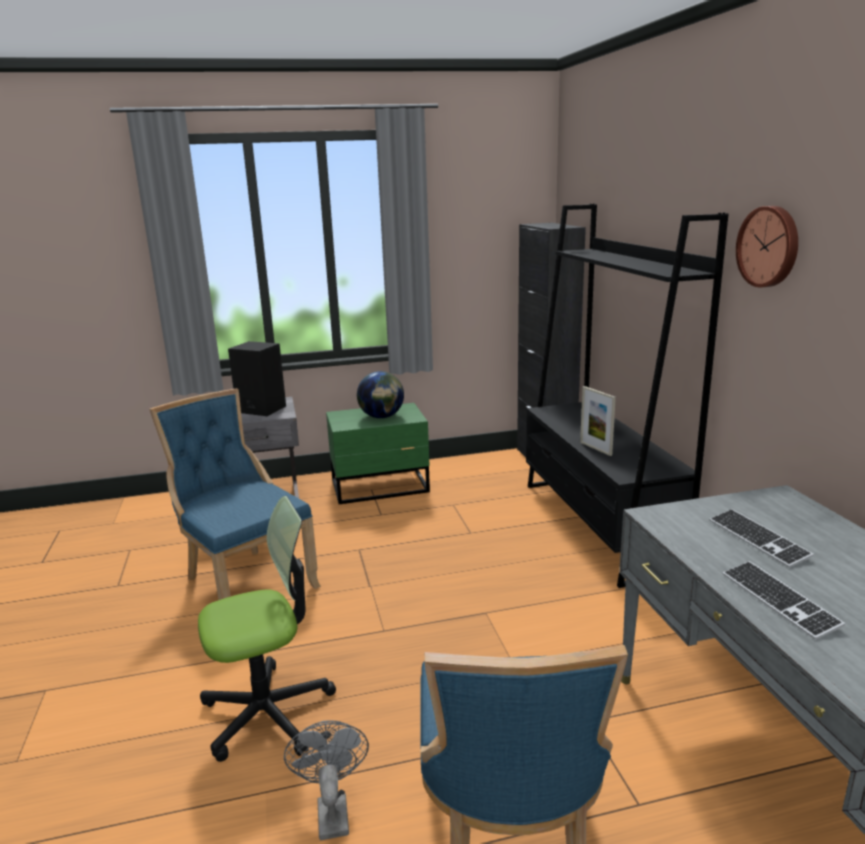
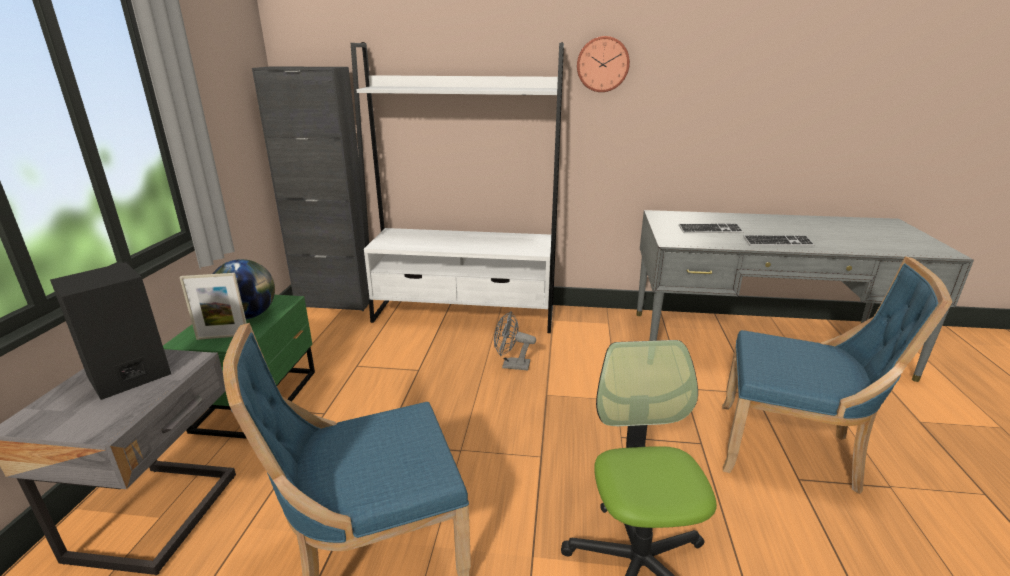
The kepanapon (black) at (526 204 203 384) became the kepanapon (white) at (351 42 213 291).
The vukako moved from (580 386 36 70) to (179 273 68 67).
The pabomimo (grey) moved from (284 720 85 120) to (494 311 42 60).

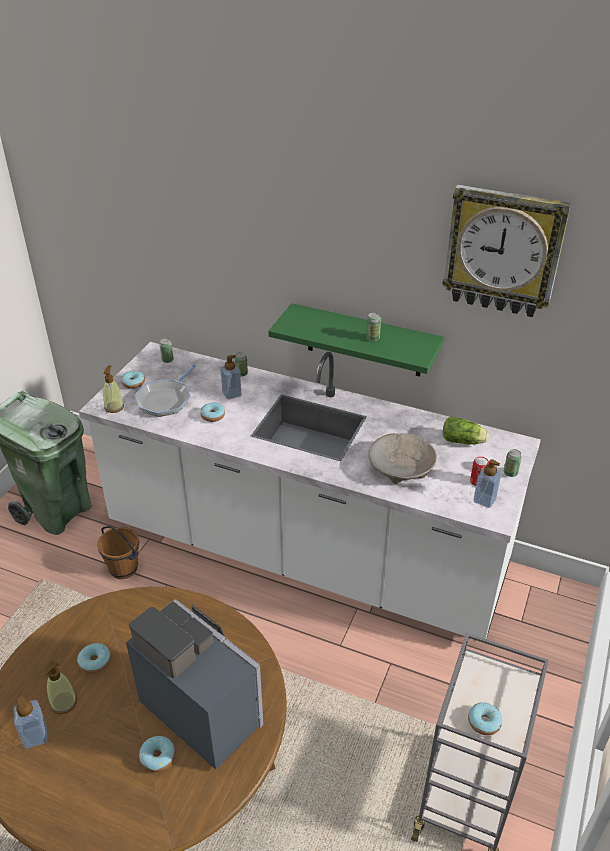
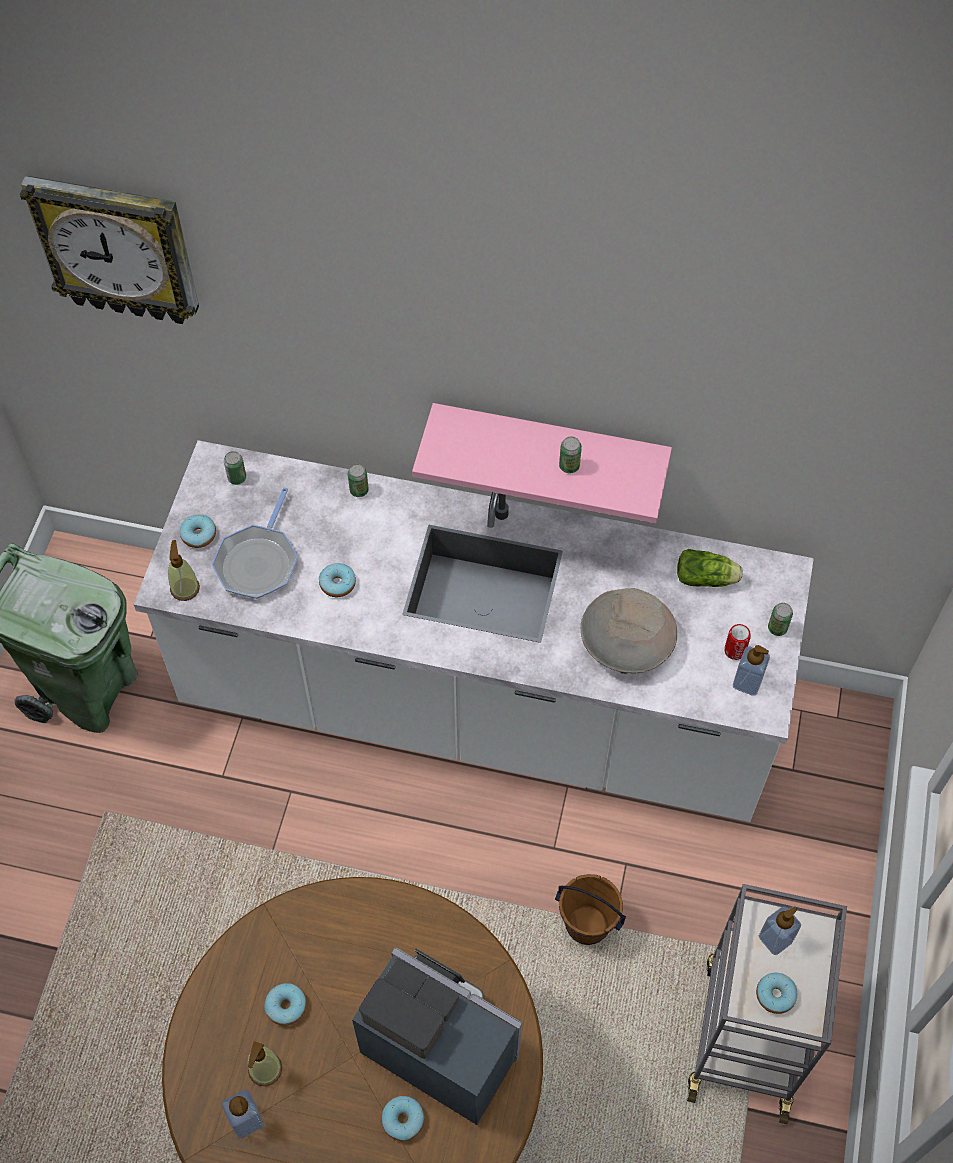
The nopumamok moved from (442 184 129 133) to (20 176 179 148).
The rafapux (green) at (268 303 176 74) became the rafapux (pink) at (412 403 260 120).
The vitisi moved from (220 355 21 44) to (759 906 42 49).
The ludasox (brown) moved from (97 526 42 53) to (555 874 71 71).

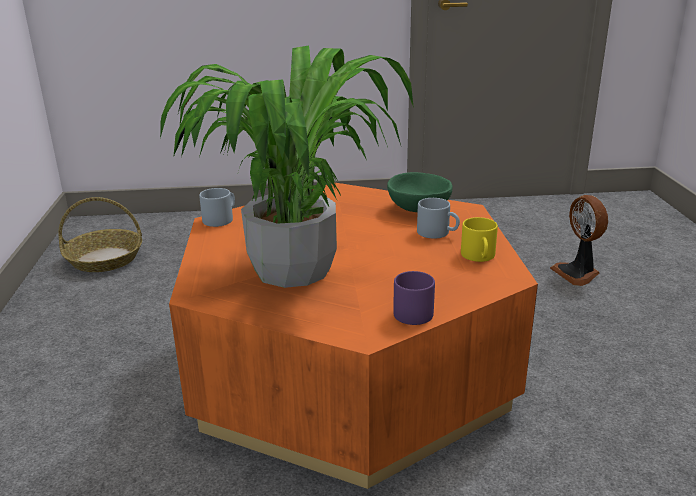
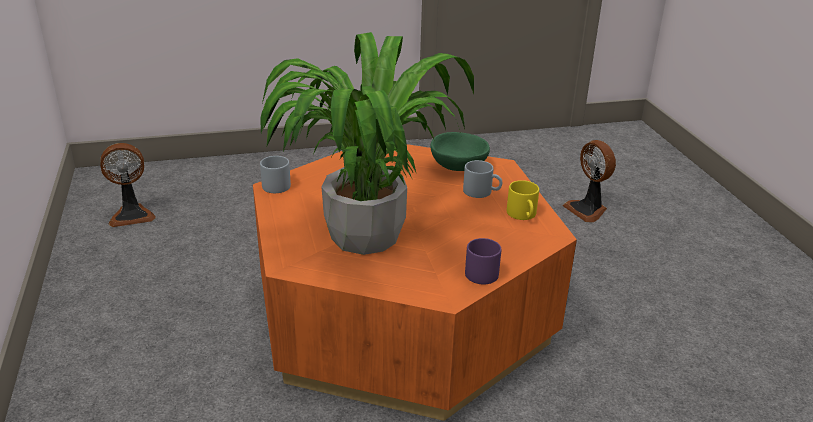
The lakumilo at (58 197 84 75) was replaced by the pabomimo at (100 143 56 84).

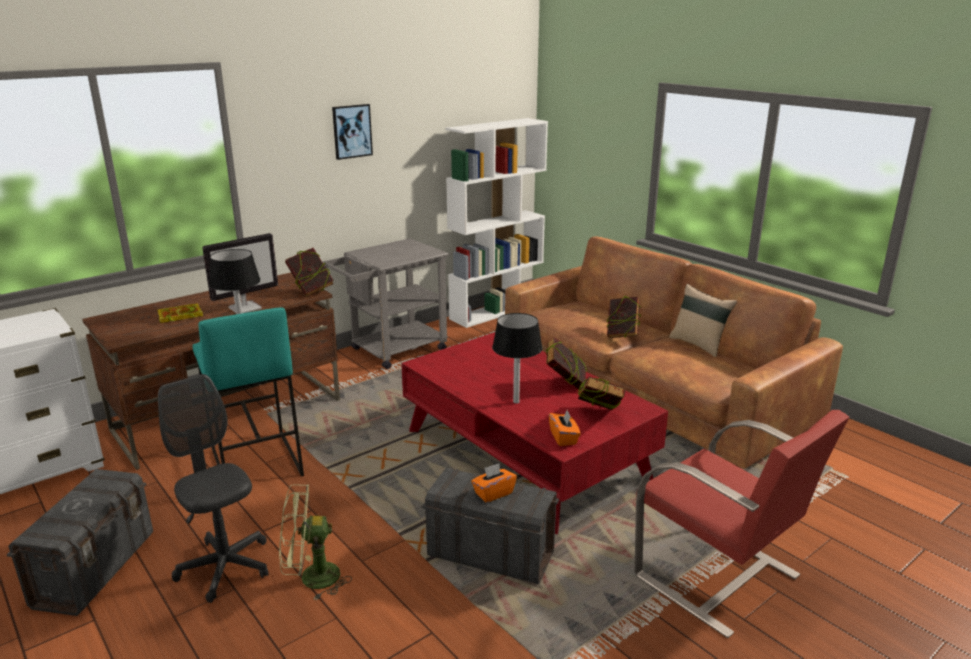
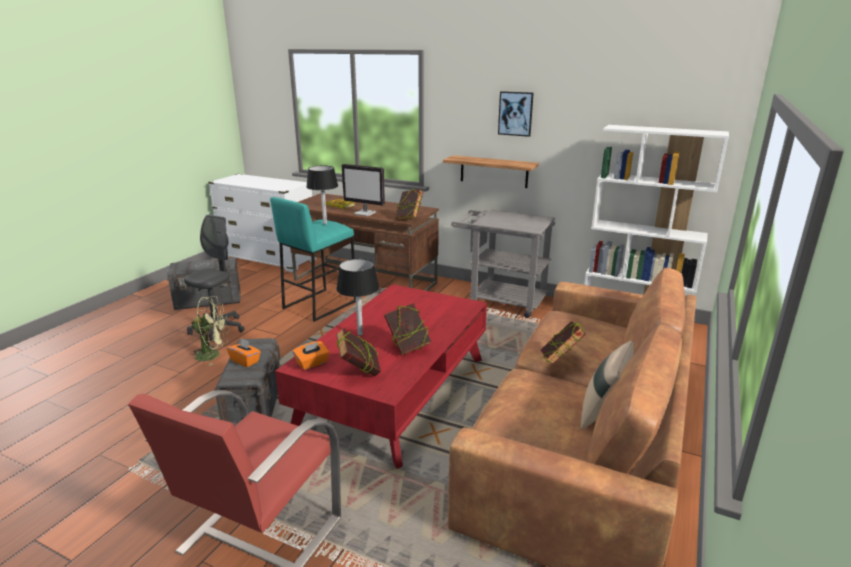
The pabomimo (green) at (279 484 73 116) turned 120 degrees clockwise.
The rafapux at (443 155 96 33) appeared.

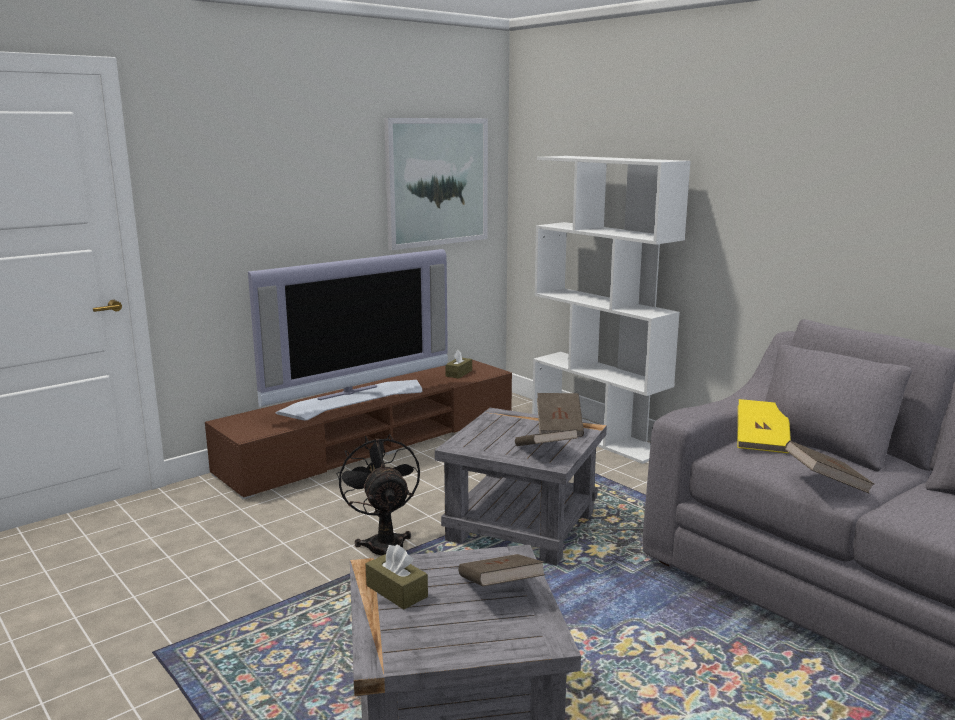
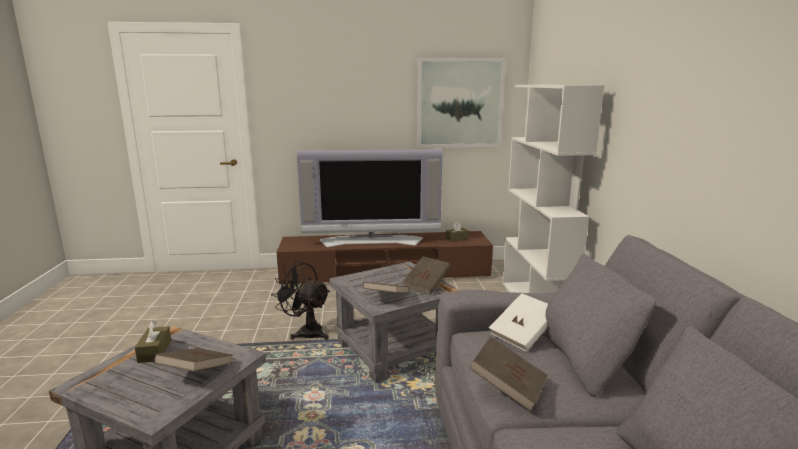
The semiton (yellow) at (738 399 53 54) became the semiton (white) at (489 293 59 59).
The pabomimo (black) at (337 434 83 122) turned 75 degrees counterclockwise.

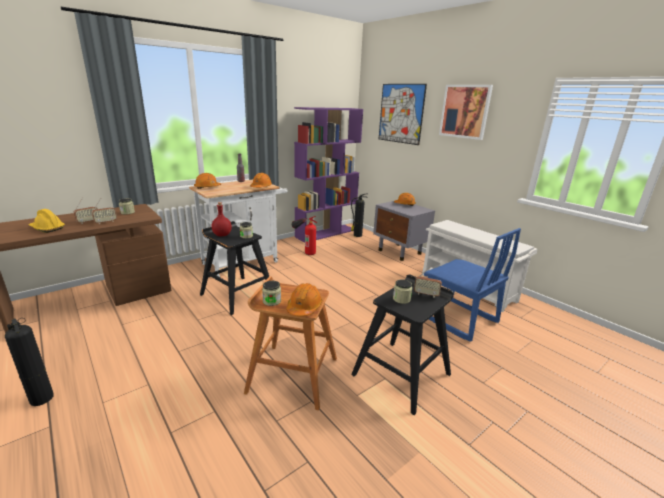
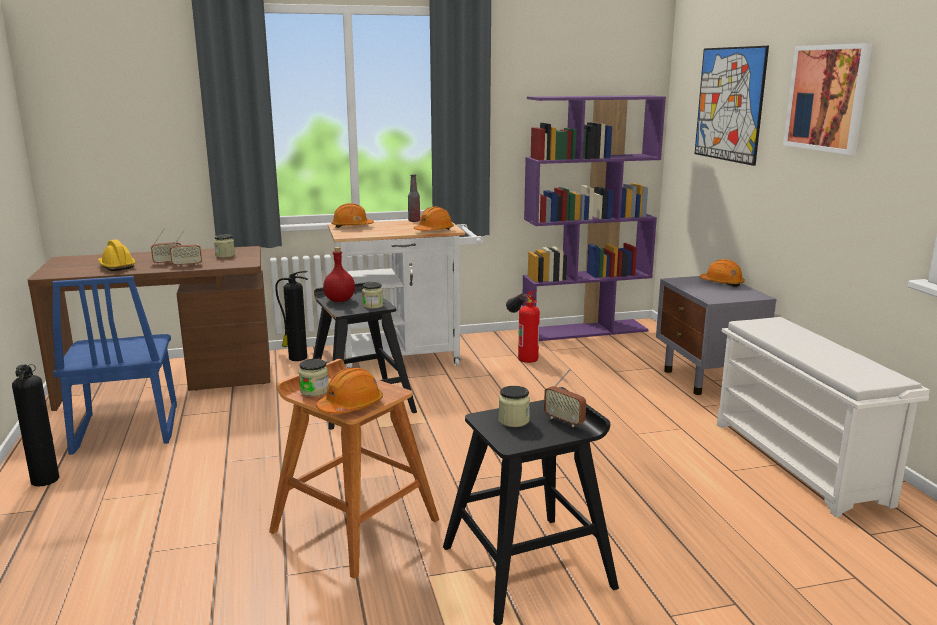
The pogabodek moved from (351 193 17 44) to (275 271 33 90).
The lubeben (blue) moved from (424 228 97 114) to (52 276 125 179).

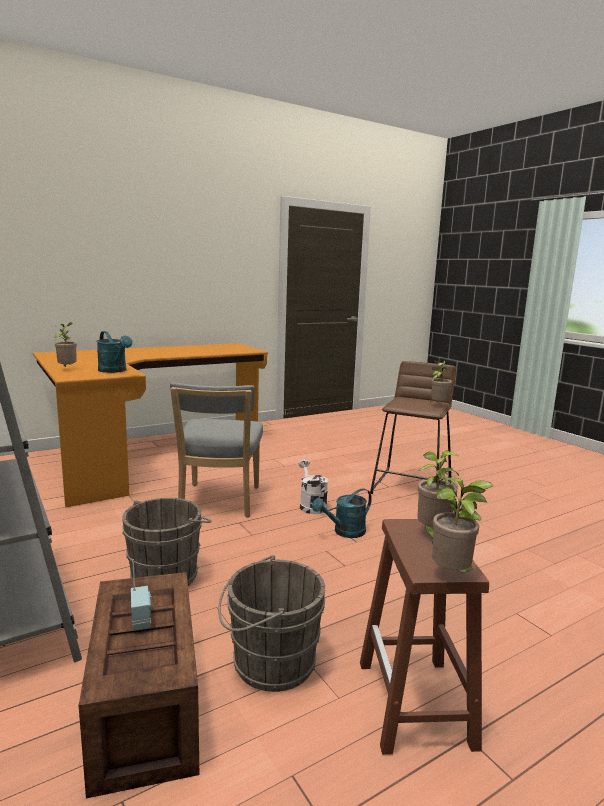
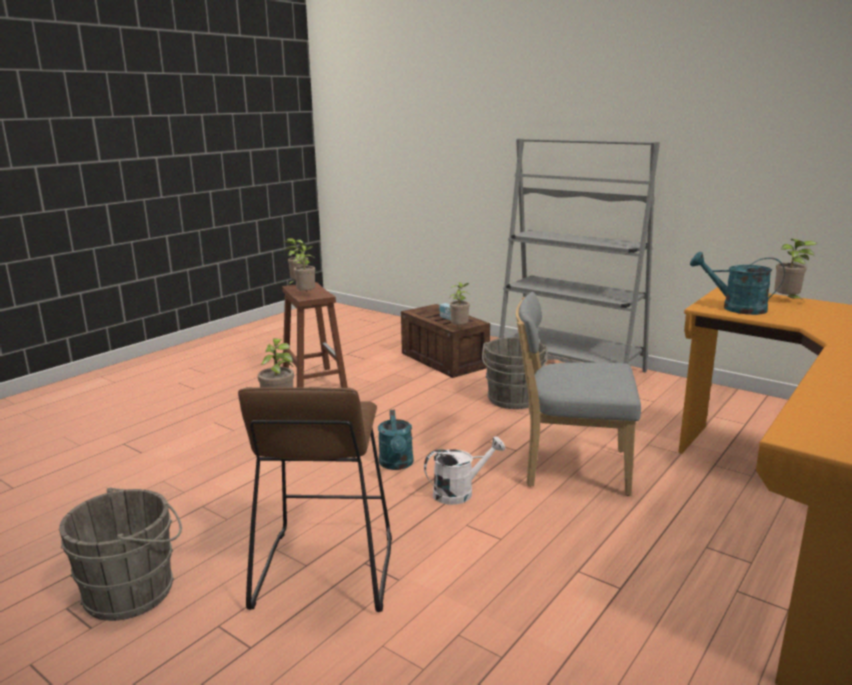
The lubeben (grey) at (170 382 93 136) turned 60 degrees counterclockwise.
The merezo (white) at (298 459 30 55) turned 75 degrees counterclockwise.
The merezo (turquoise) at (312 488 60 50) turned 135 degrees clockwise.
The ludasox (grey) moved from (218 555 107 137) to (59 487 123 134).
The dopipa at (449 282 21 43) appeared.

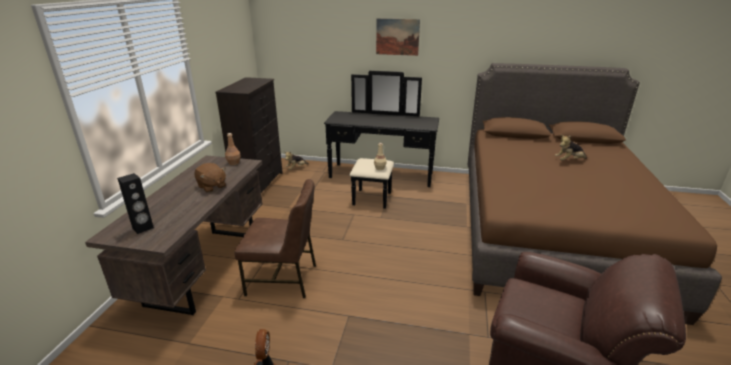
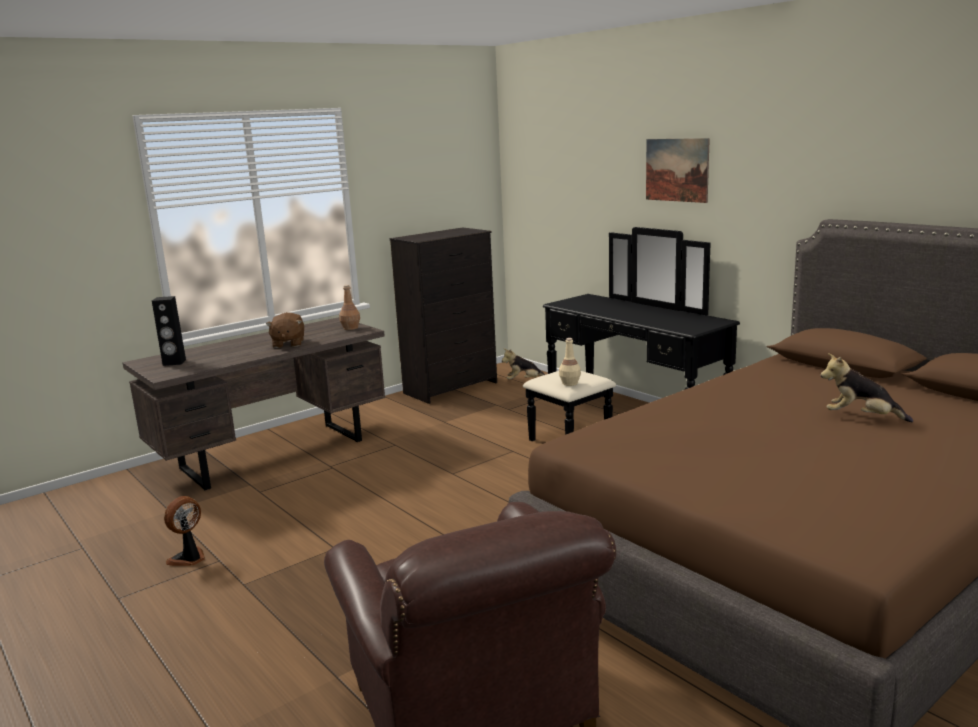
The lubeben (brown) at (234 179 82 119) disappeared.

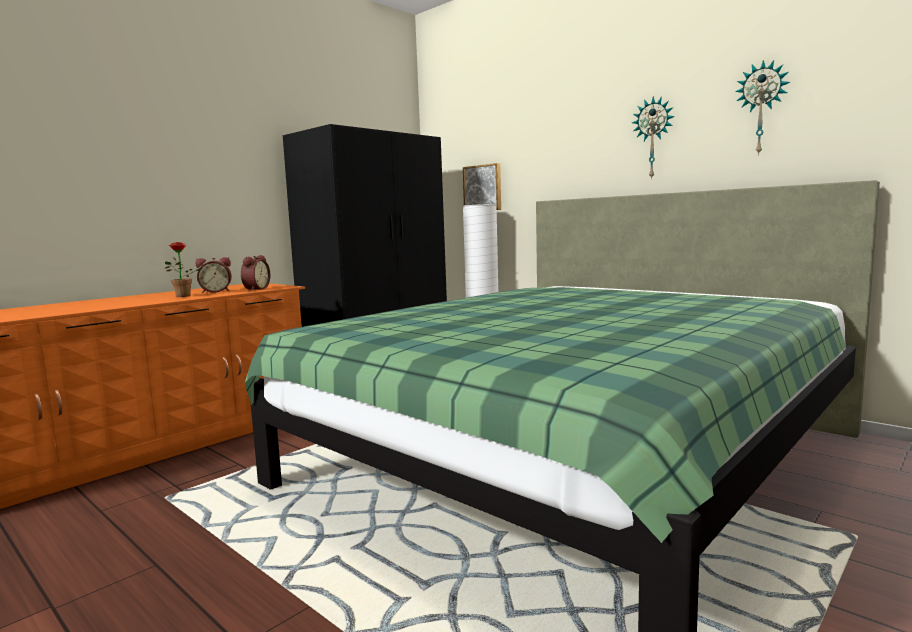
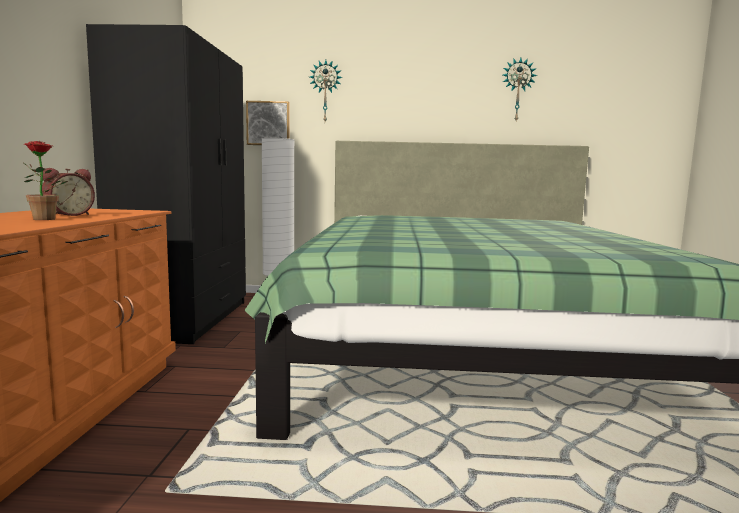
The nopumamok moved from (632 96 43 84) to (310 60 33 61).
The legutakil at (241 255 29 36) disappeared.

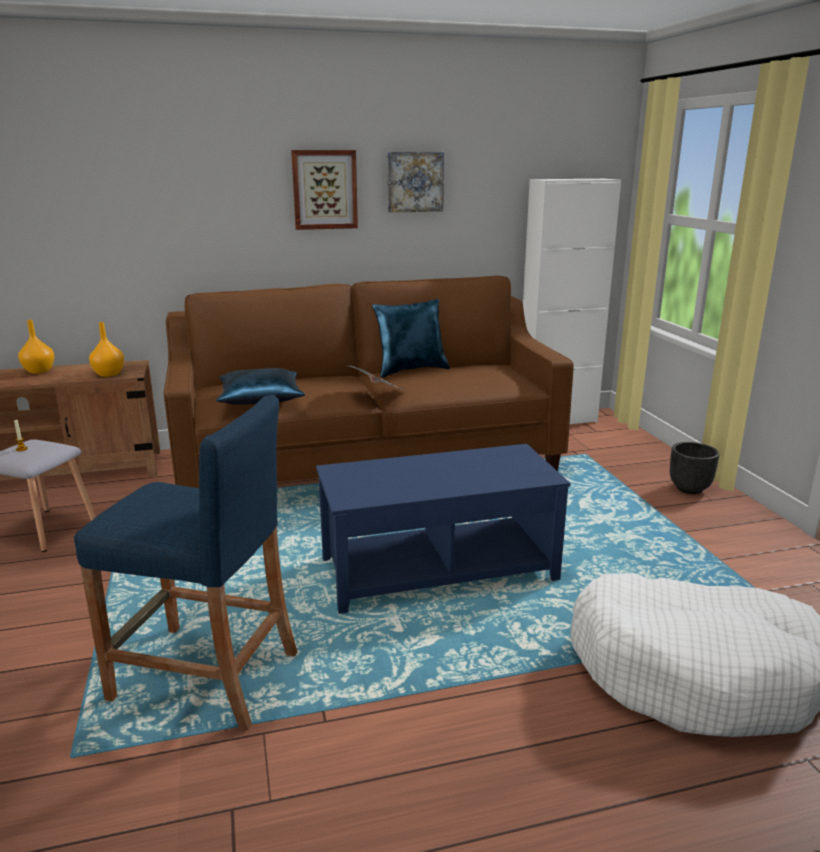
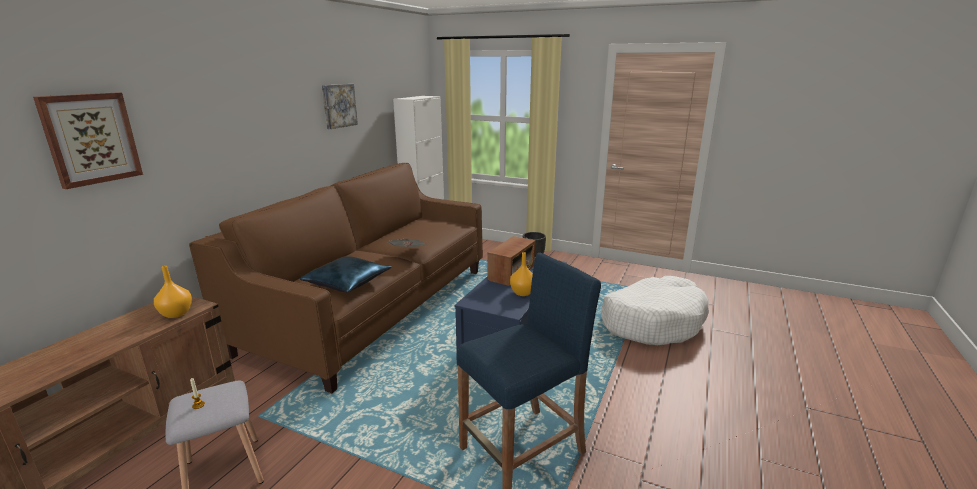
The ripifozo moved from (291 150 67 80) to (33 92 110 97).
The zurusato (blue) at (372 299 78 79) disappeared.
The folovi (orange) moved from (18 320 36 54) to (510 252 23 44).
The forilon at (487 236 48 50) appeared.

